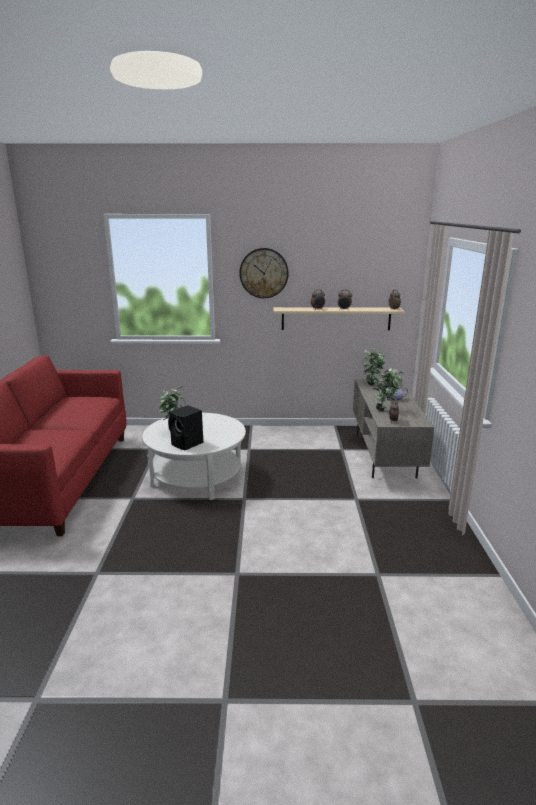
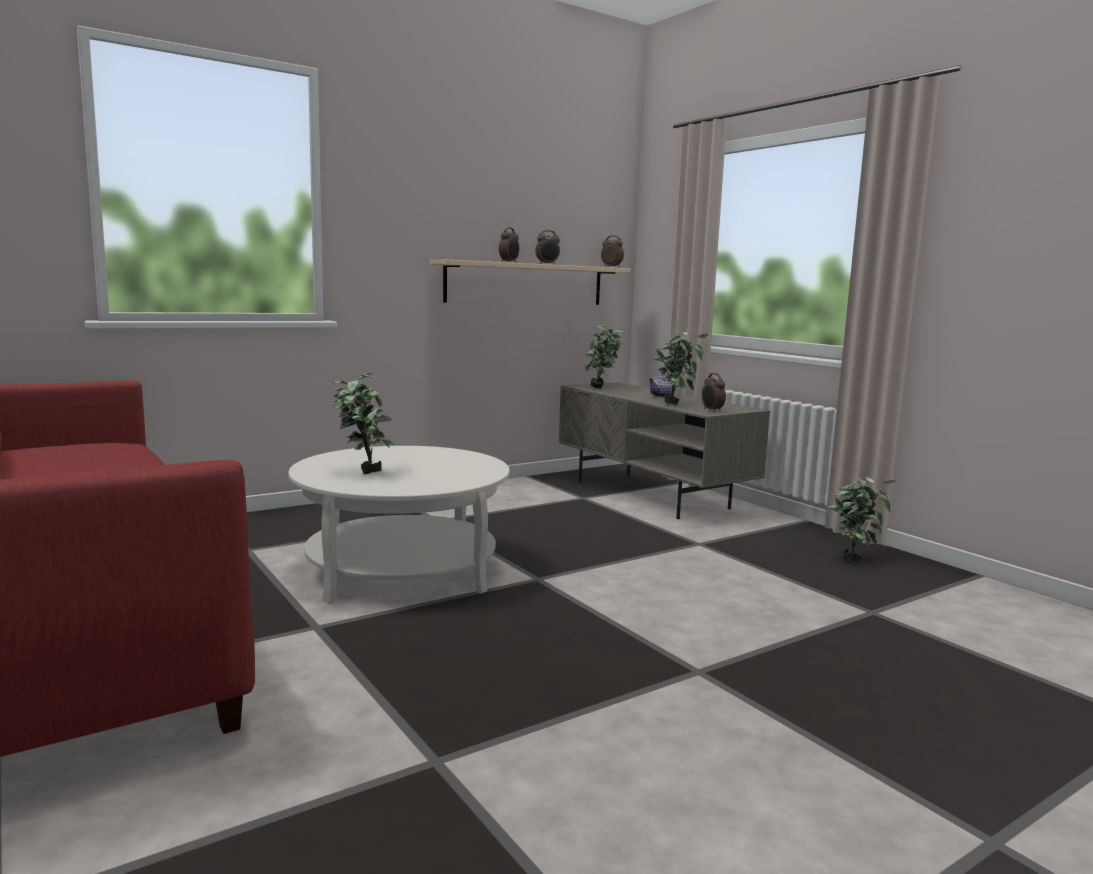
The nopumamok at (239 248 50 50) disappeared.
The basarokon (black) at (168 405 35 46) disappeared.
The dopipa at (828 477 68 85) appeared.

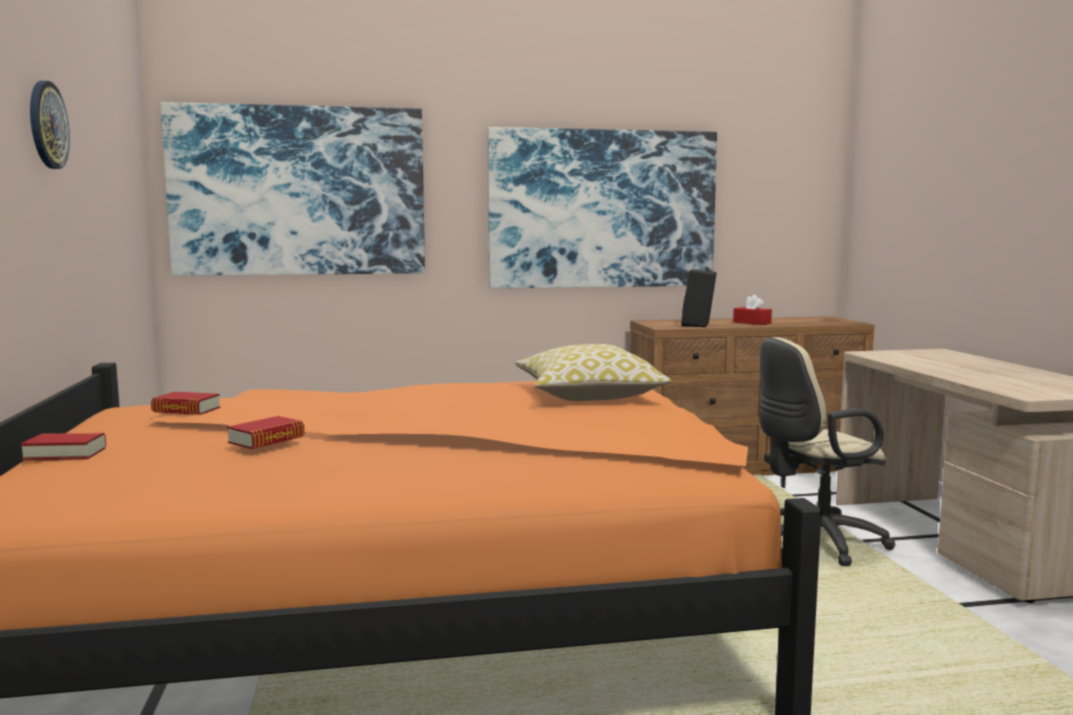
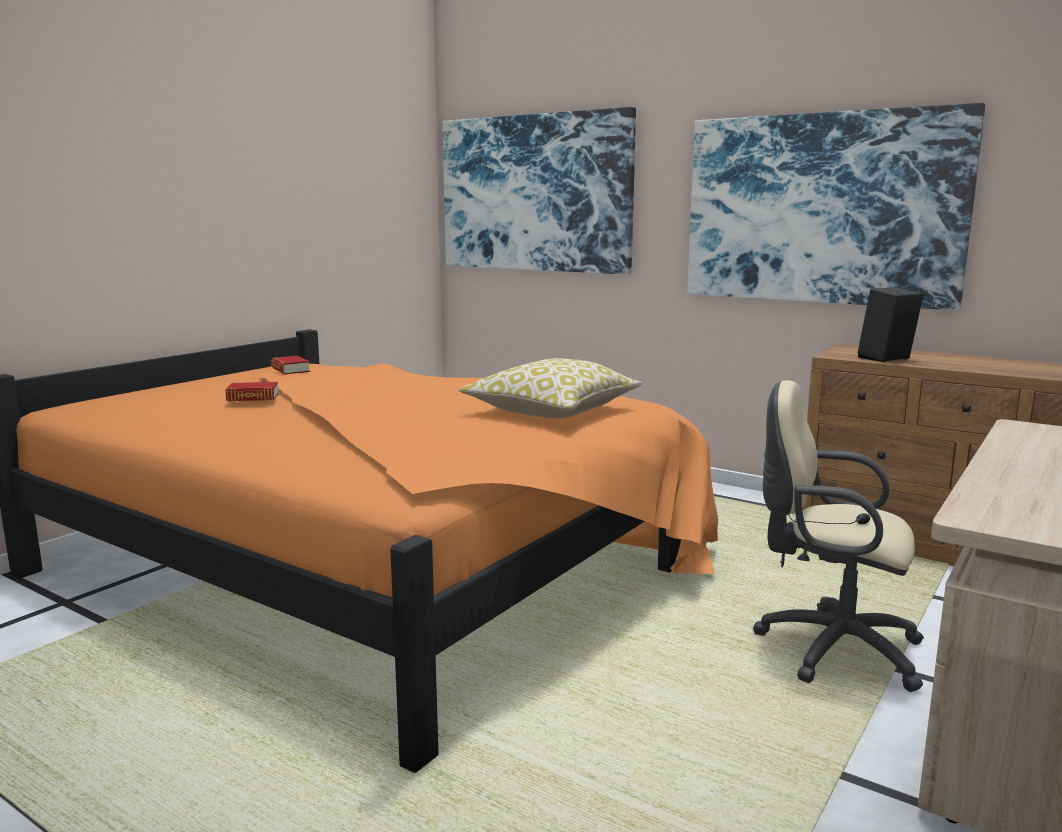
The nopumamok at (30 81 40 88) disappeared.
The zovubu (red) at (733 295 39 30) disappeared.
The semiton at (21 433 85 28) disappeared.

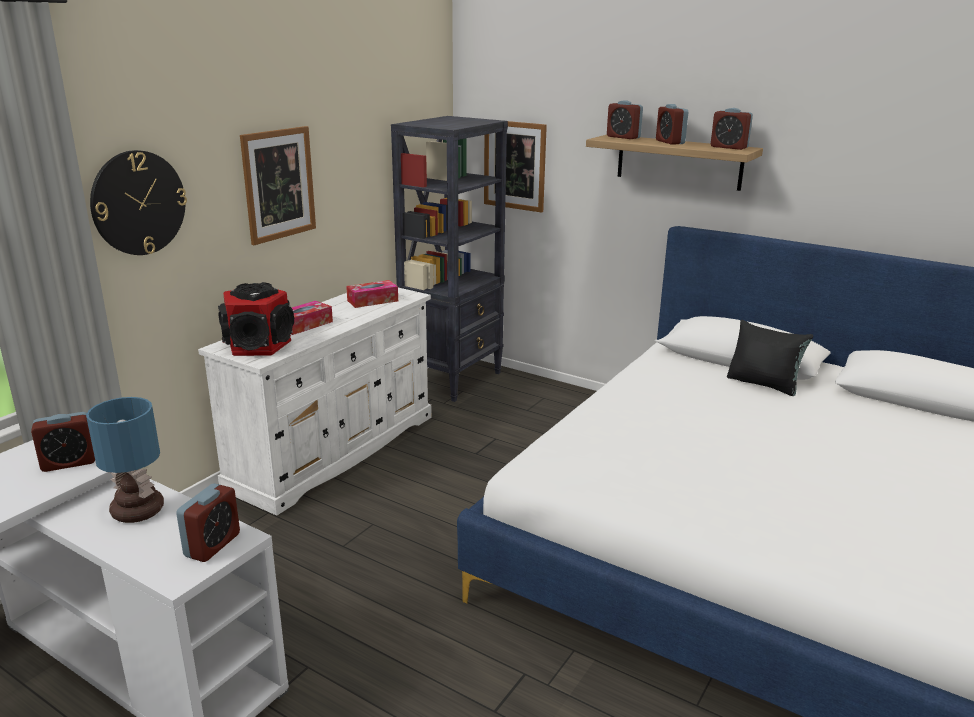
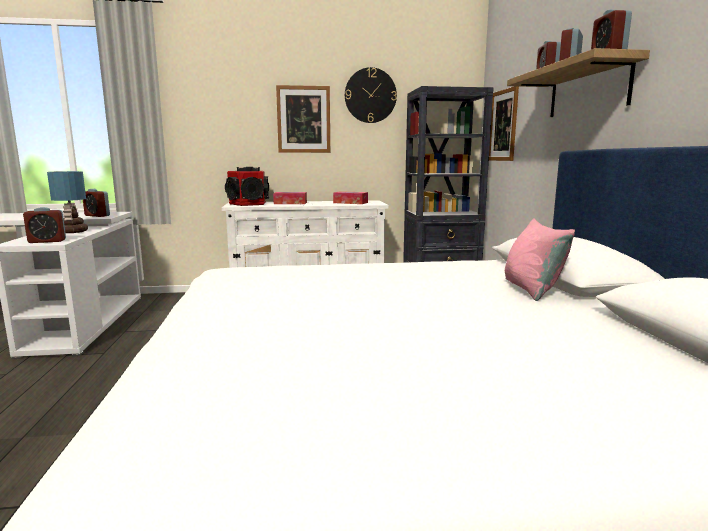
The nopumamok moved from (90 150 97 105) to (345 67 52 56).
The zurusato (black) at (727 320 86 76) became the zurusato (pink) at (505 218 70 83).

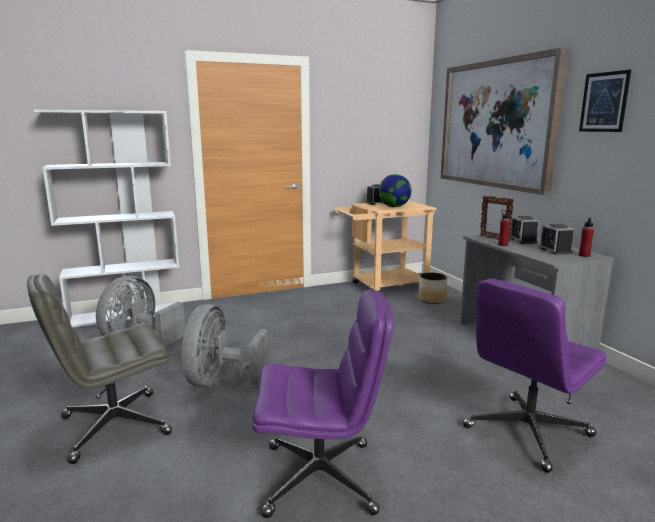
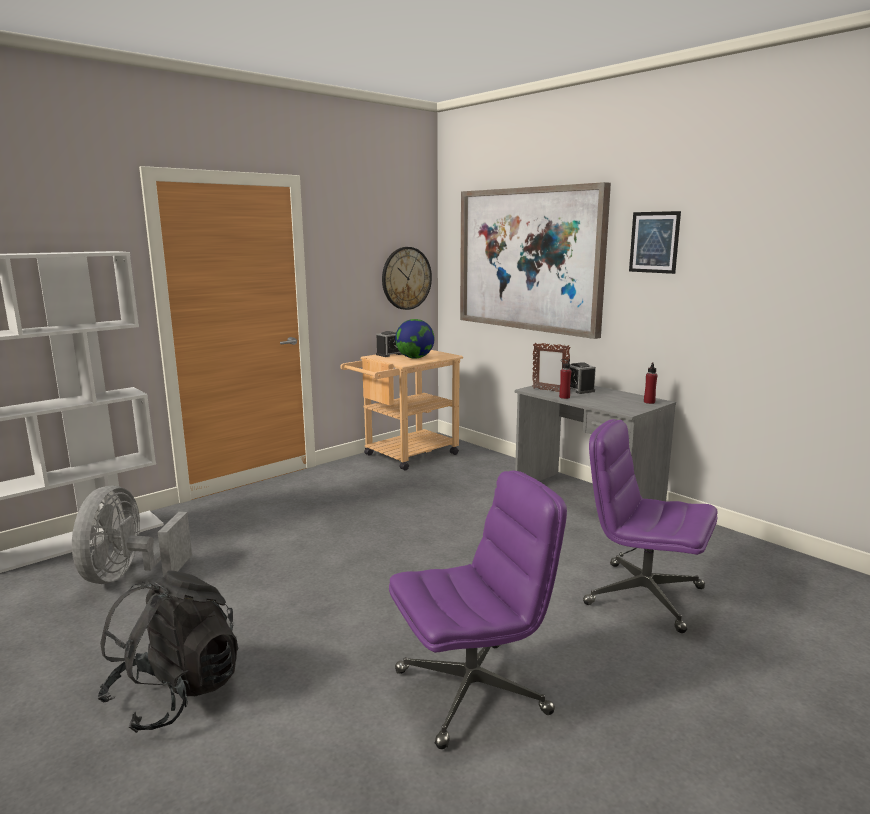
The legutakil at (539 224 35 31) disappeared.
The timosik at (418 272 29 32) disappeared.
The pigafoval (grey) at (27 273 145 191) was replaced by the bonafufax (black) at (97 571 141 162).
The pigafoval (purple) at (463 278 144 195) turned 90 degrees clockwise.
The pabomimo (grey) at (182 304 87 83) disappeared.
The nopumamok at (382 247 50 63) appeared.

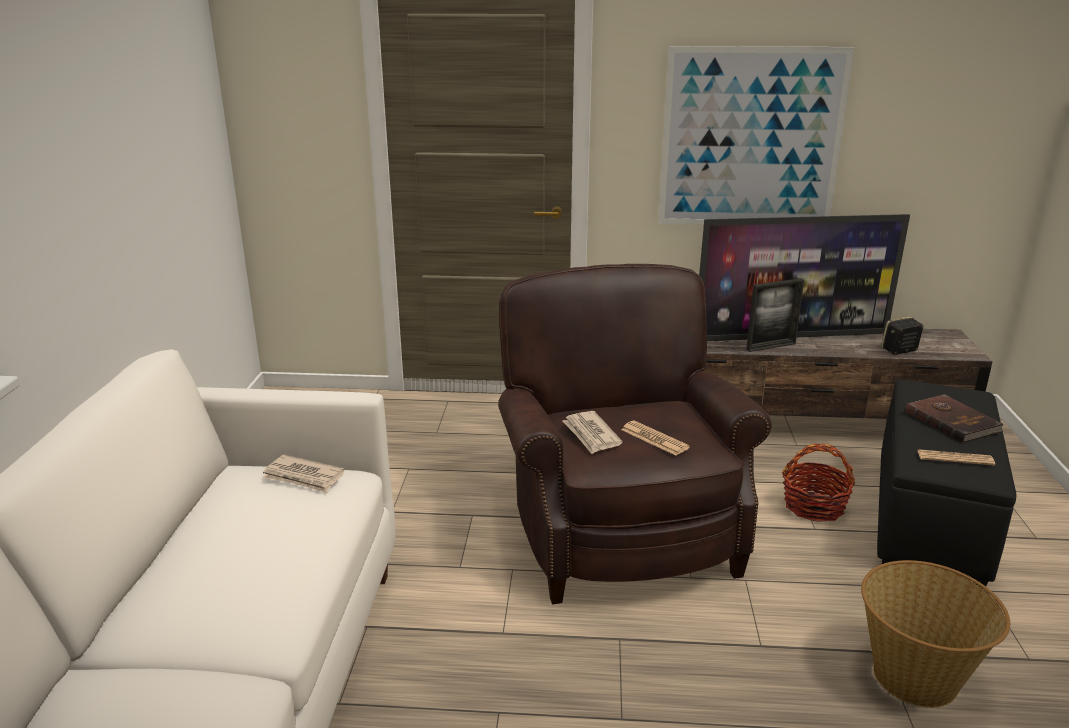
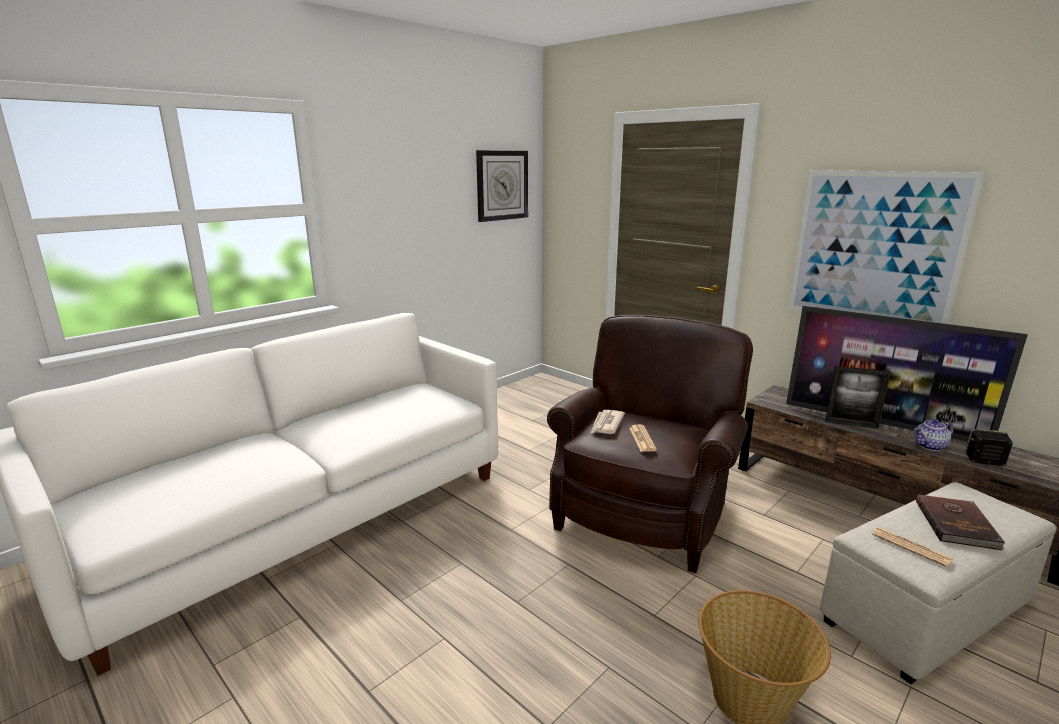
The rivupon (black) at (877 380 139 206) became the rivupon (beige) at (820 482 237 202).
The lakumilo at (782 444 73 78) disappeared.
The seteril at (262 455 83 38) disappeared.
The nopumamok at (476 150 52 72) appeared.
The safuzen at (914 419 40 32) appeared.

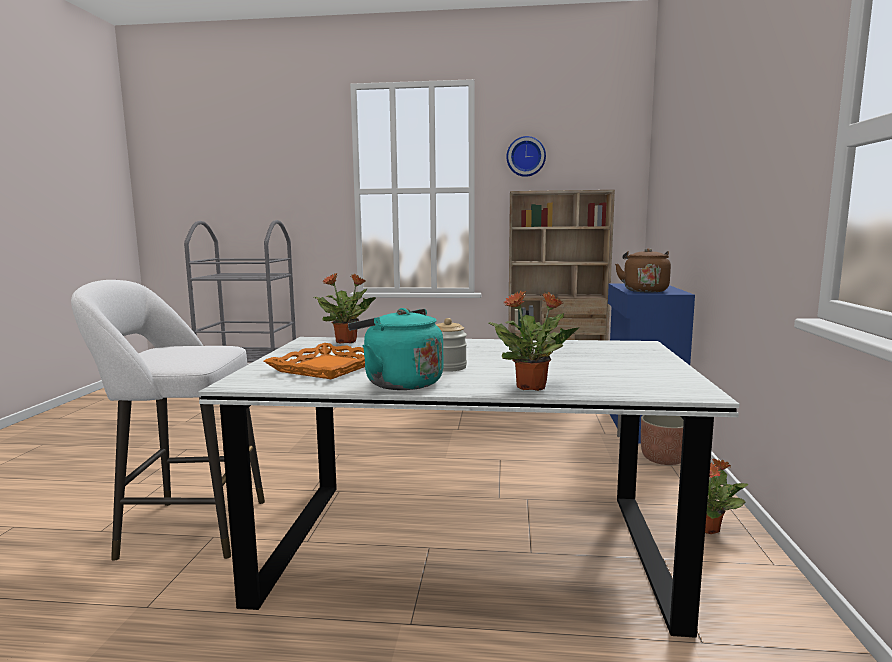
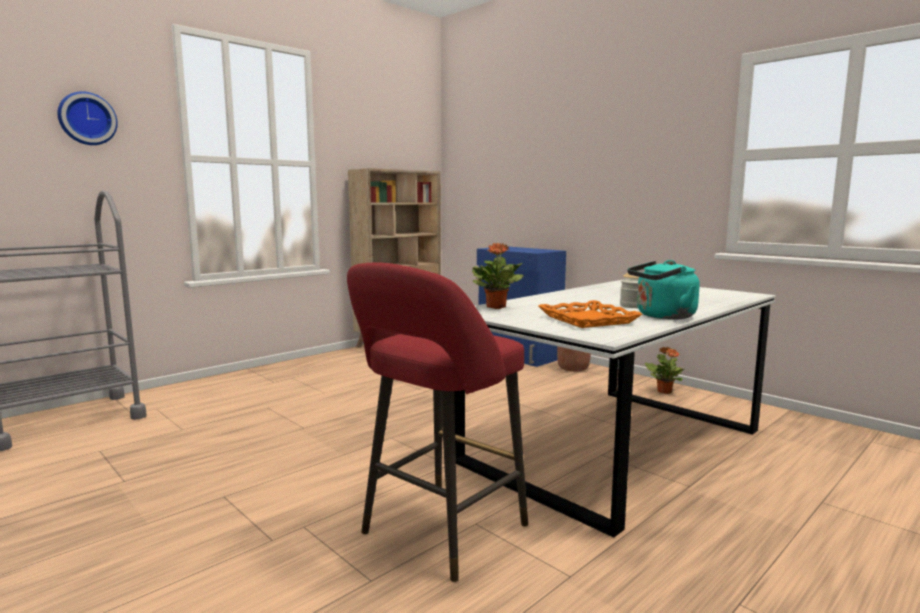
The nopumamok moved from (506 136 40 41) to (57 91 61 54).
The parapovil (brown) at (615 248 56 44) disappeared.
The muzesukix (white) at (71 280 194 280) became the muzesukix (red) at (347 262 181 320).
The dopipa at (489 291 90 100) disappeared.

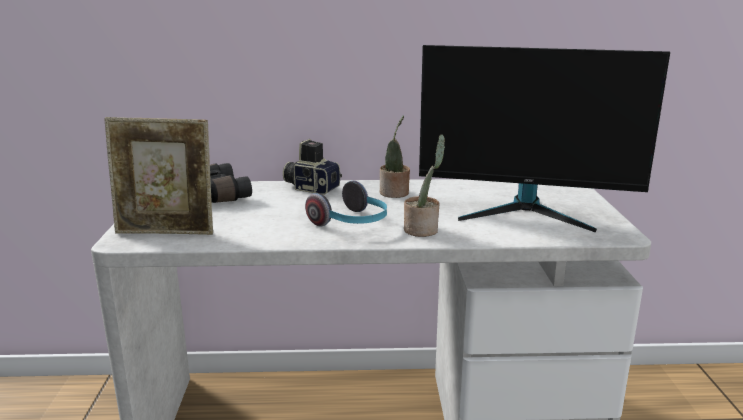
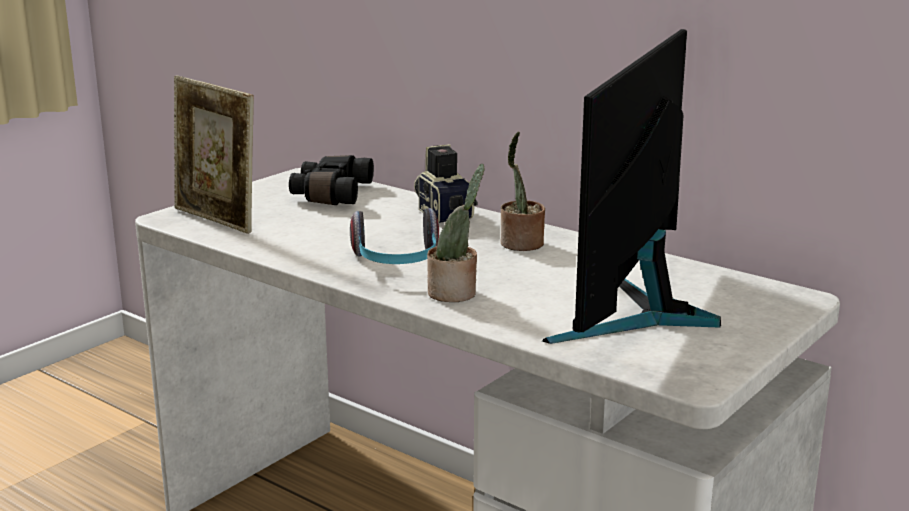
The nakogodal at (419 45 251 188) turned 60 degrees clockwise.

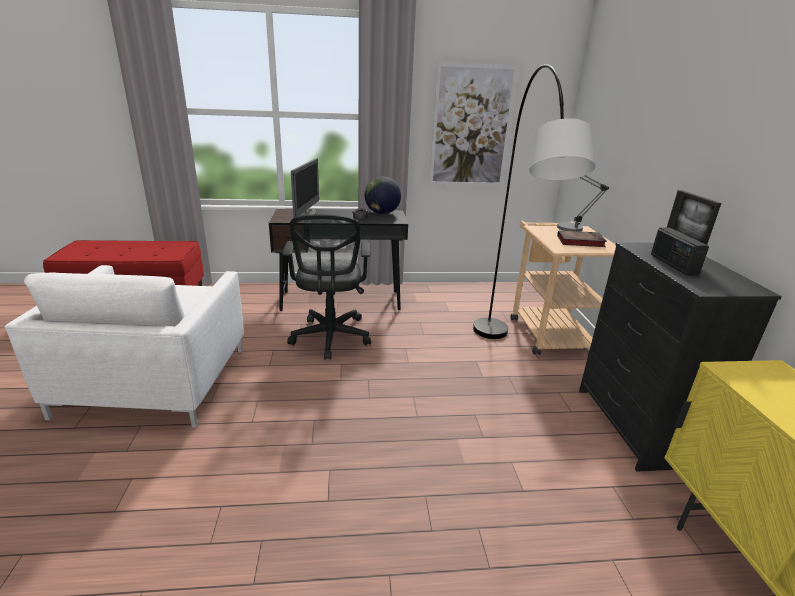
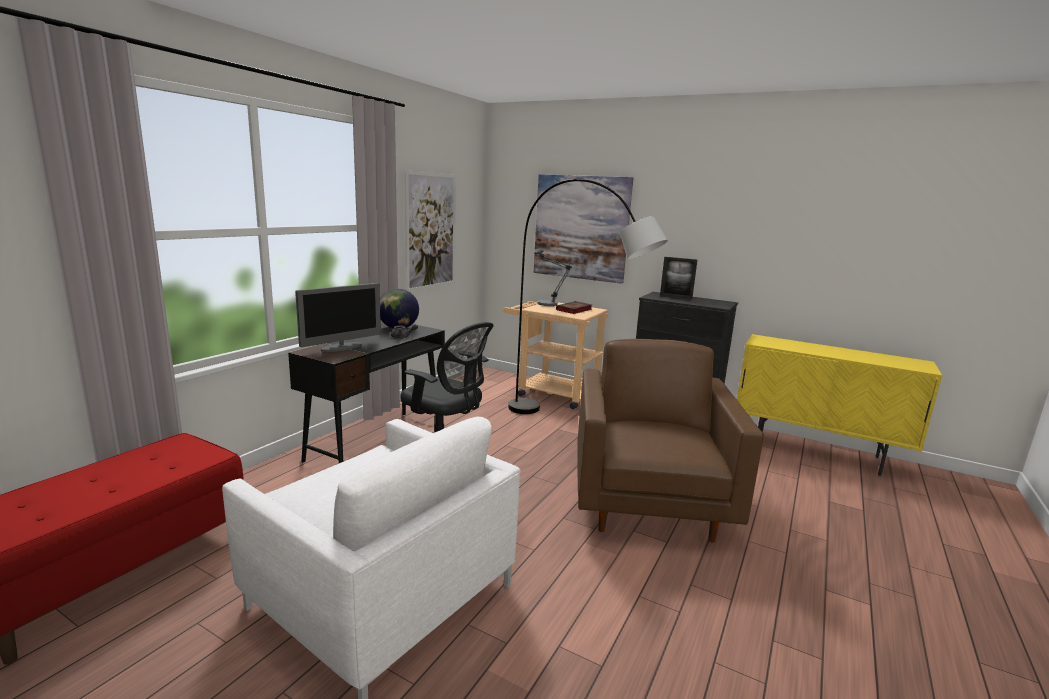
The nakogodal at (291 158 28 60) turned 90 degrees clockwise.
The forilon at (651 228 58 48) disappeared.
The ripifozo at (534 174 99 110) appeared.
The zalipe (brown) at (577 339 187 204) appeared.

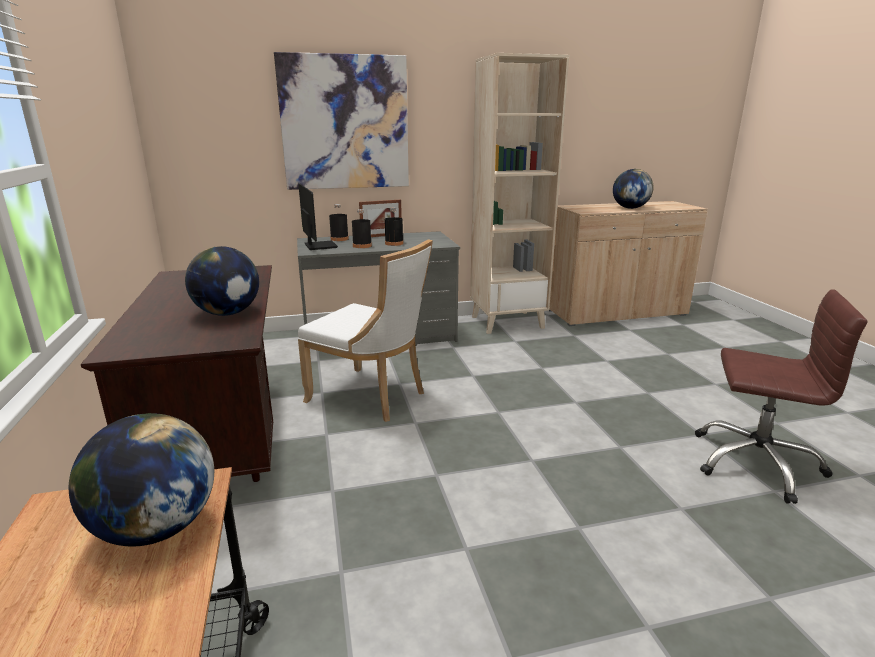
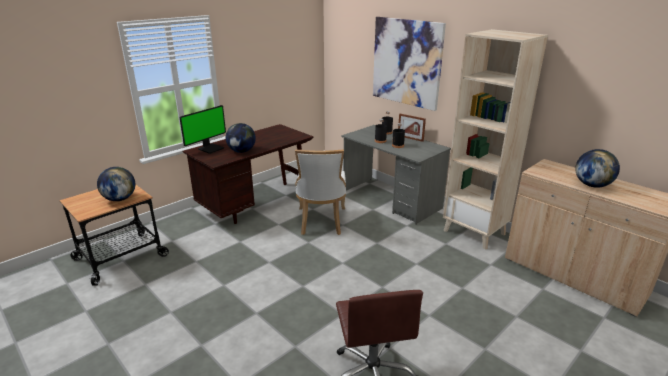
The nakogodal moved from (299 184 39 66) to (180 105 46 49).

